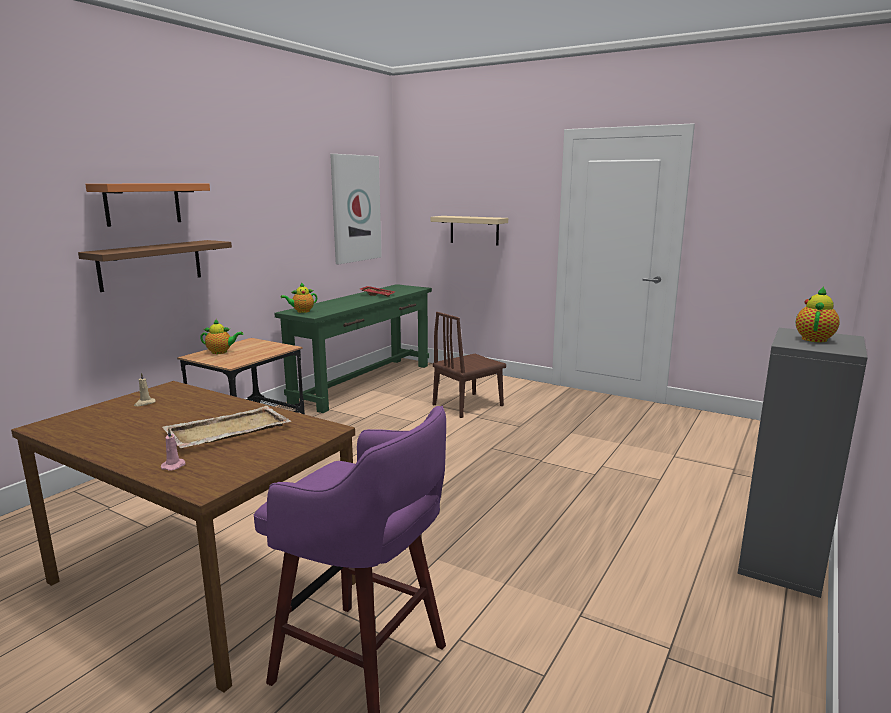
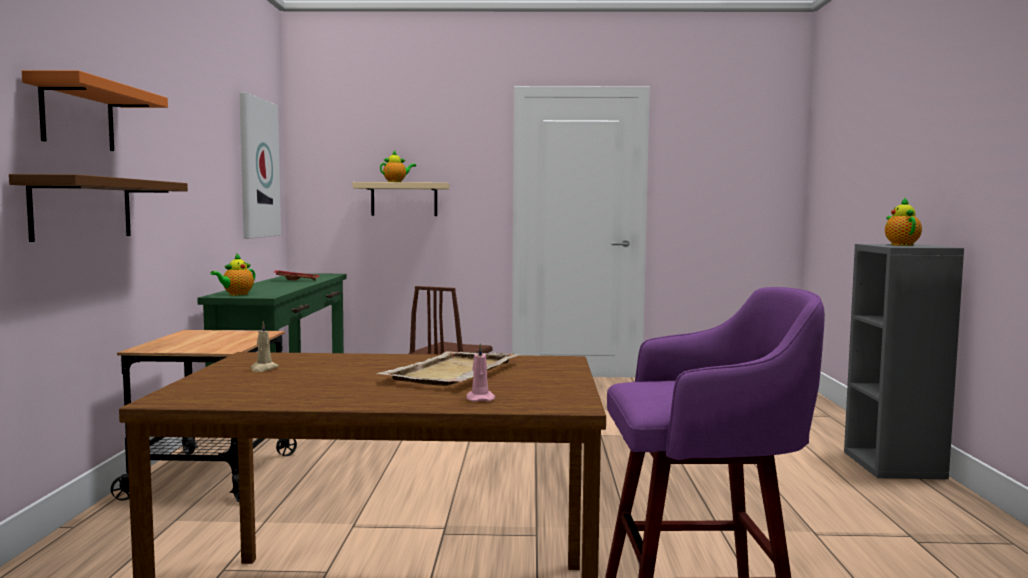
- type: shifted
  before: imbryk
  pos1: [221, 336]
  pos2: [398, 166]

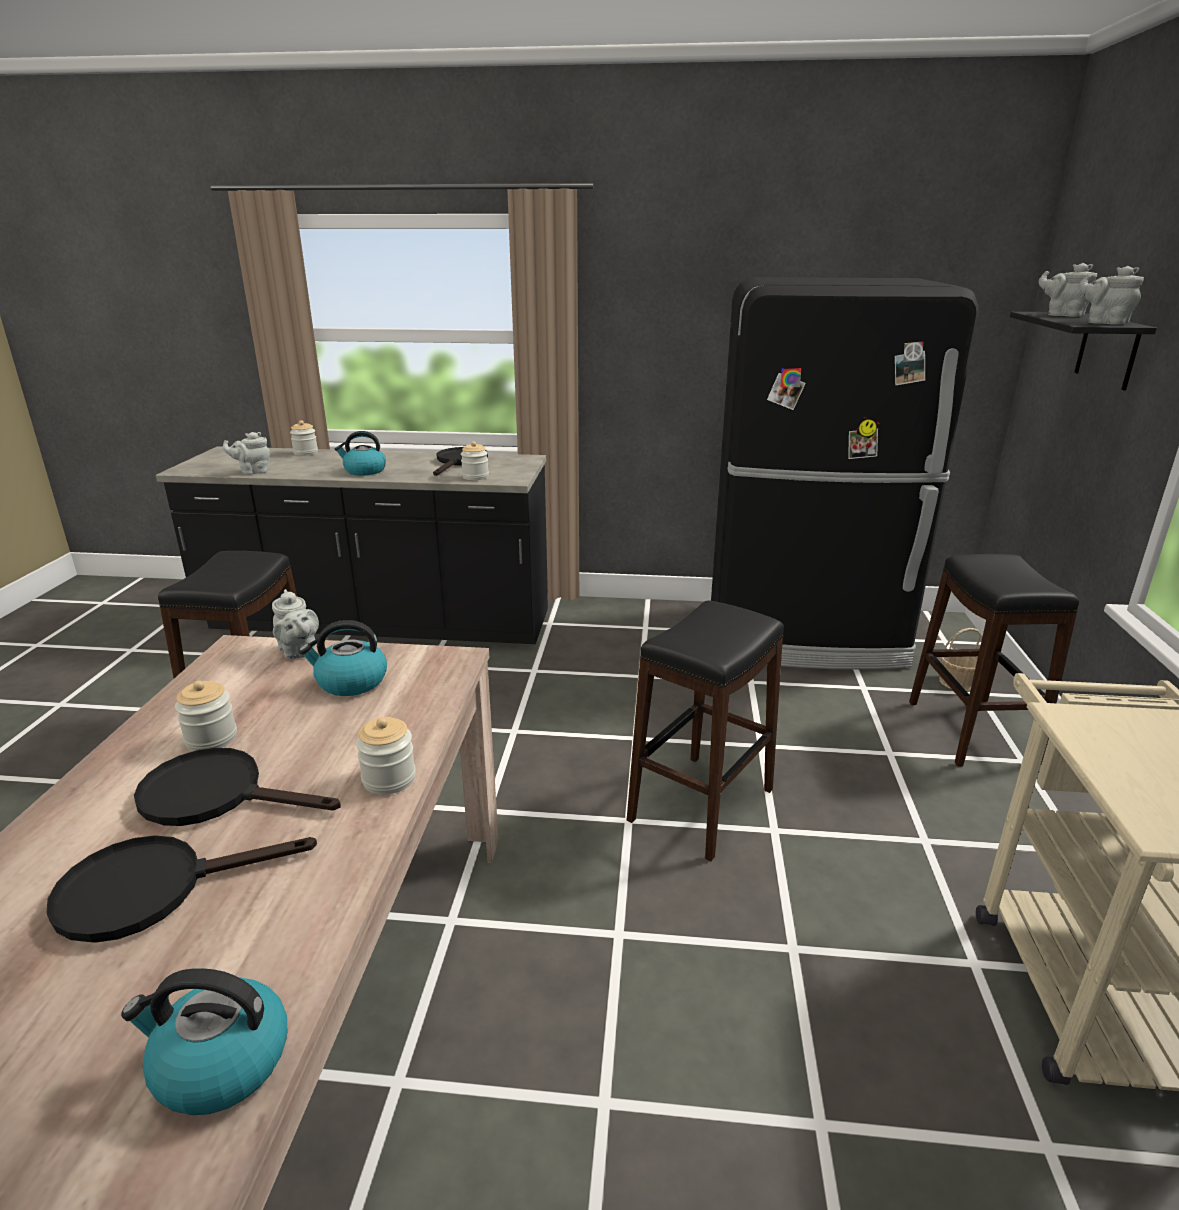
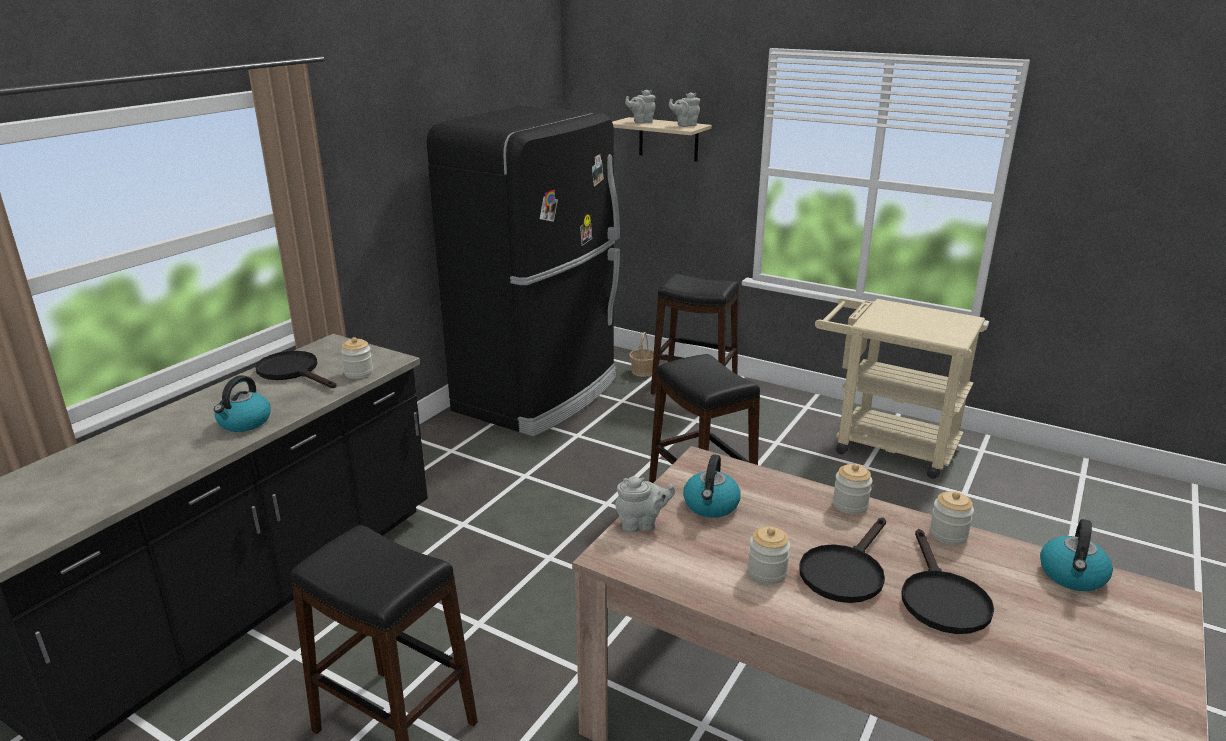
- type: repainted
  before: półka [czarny]
  after: półka [beżowy]
  pos1: [1083, 351]
  pos2: [662, 139]
- type: shifted
  before: słoik
  pos1: [304, 438]
  pos2: [951, 518]
- type: gone
  before: imbryk [szary]
  pos1: [246, 453]

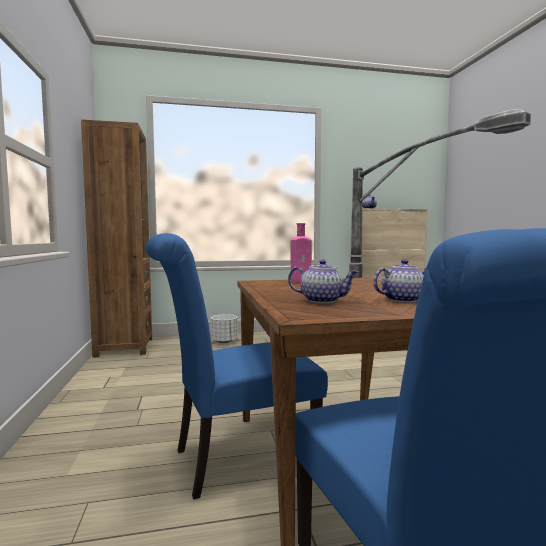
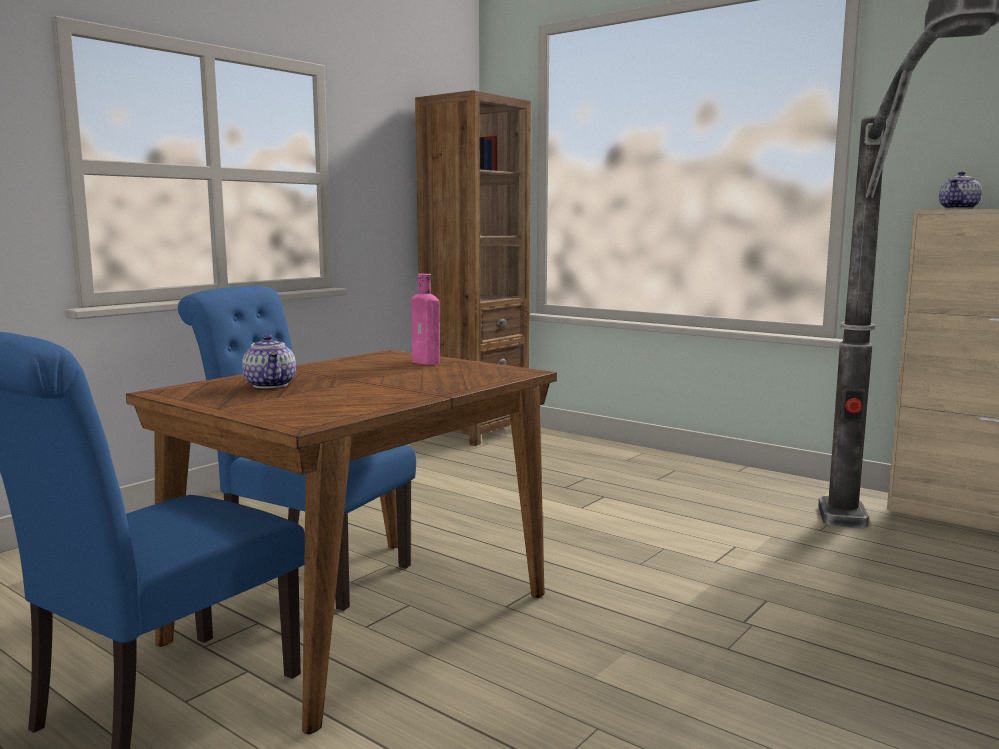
- type: gone
  before: donica [biały]
  pos1: [224, 328]
- type: gone
  before: imbryk
  pos1: [399, 281]

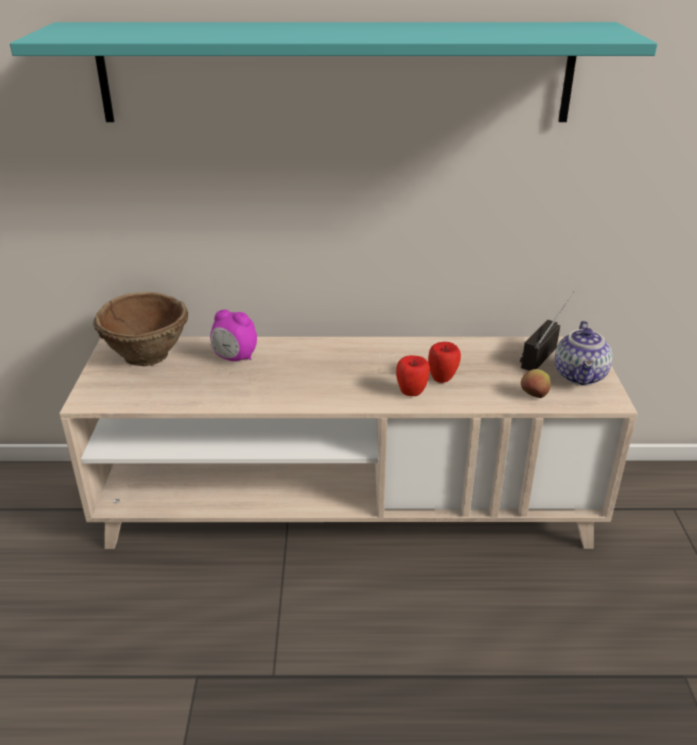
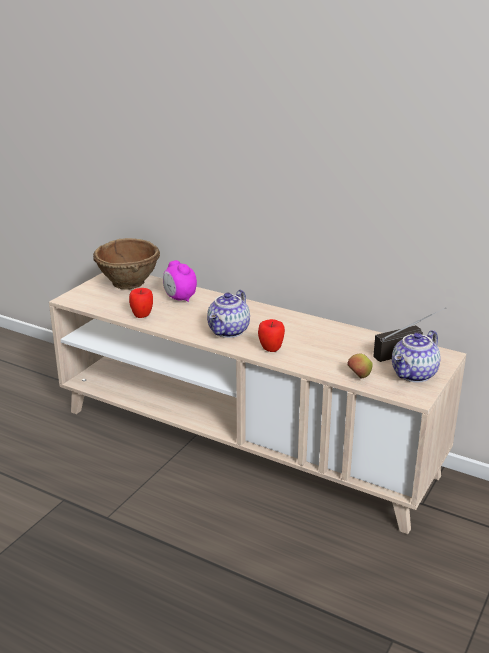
- type: shifted
  before: jabłko
  pos1: [444, 362]
  pos2: [141, 303]
- type: new
  after: imbryk
  pos2: [228, 314]
- type: gone
  before: półka [turkusowy]
  pos1: [333, 72]

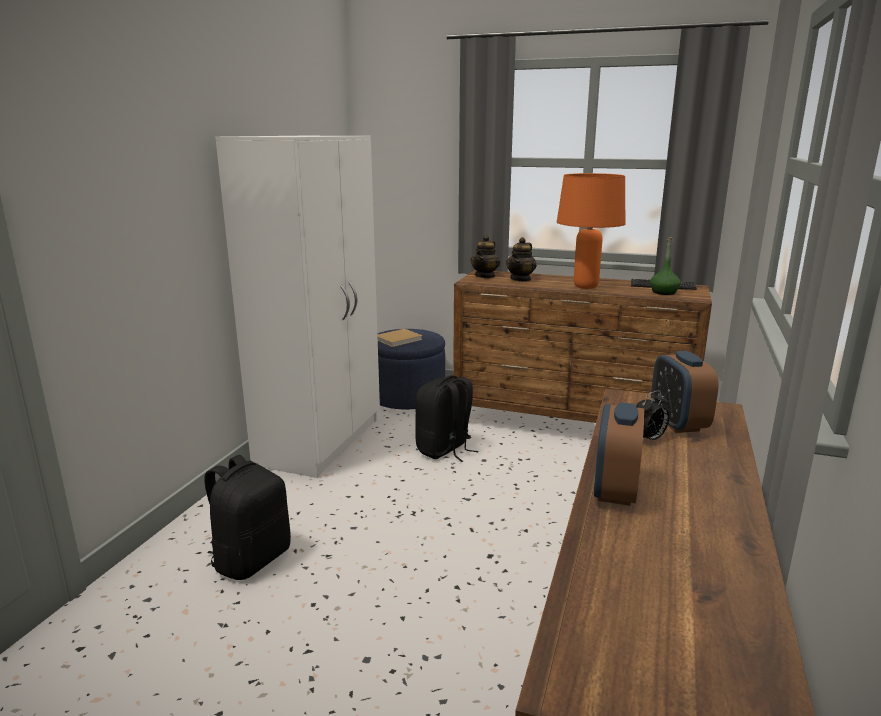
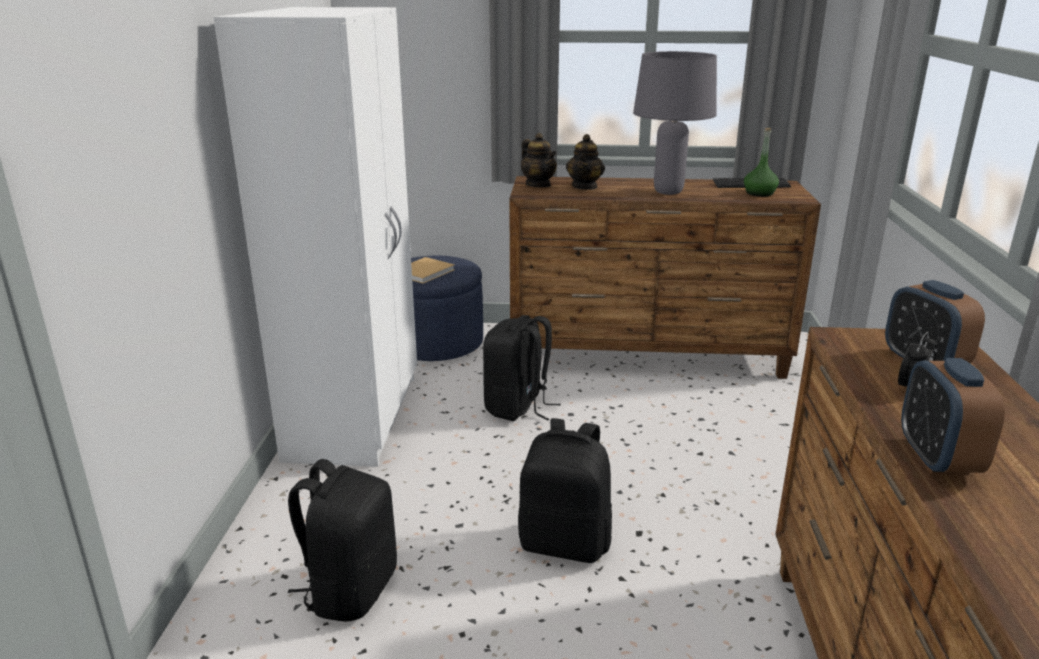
- type: new
  after: plecak [czarny]
  pos2: [565, 490]
- type: rotated
  before: imbryk
  pos1: [485, 256]
  pos2: [539, 160]
  turn: -45
- type: repainted
  before: lampa stołowa [pomarańczowy]
  after: lampa stołowa [szary]
  pos1: [591, 231]
  pos2: [675, 123]

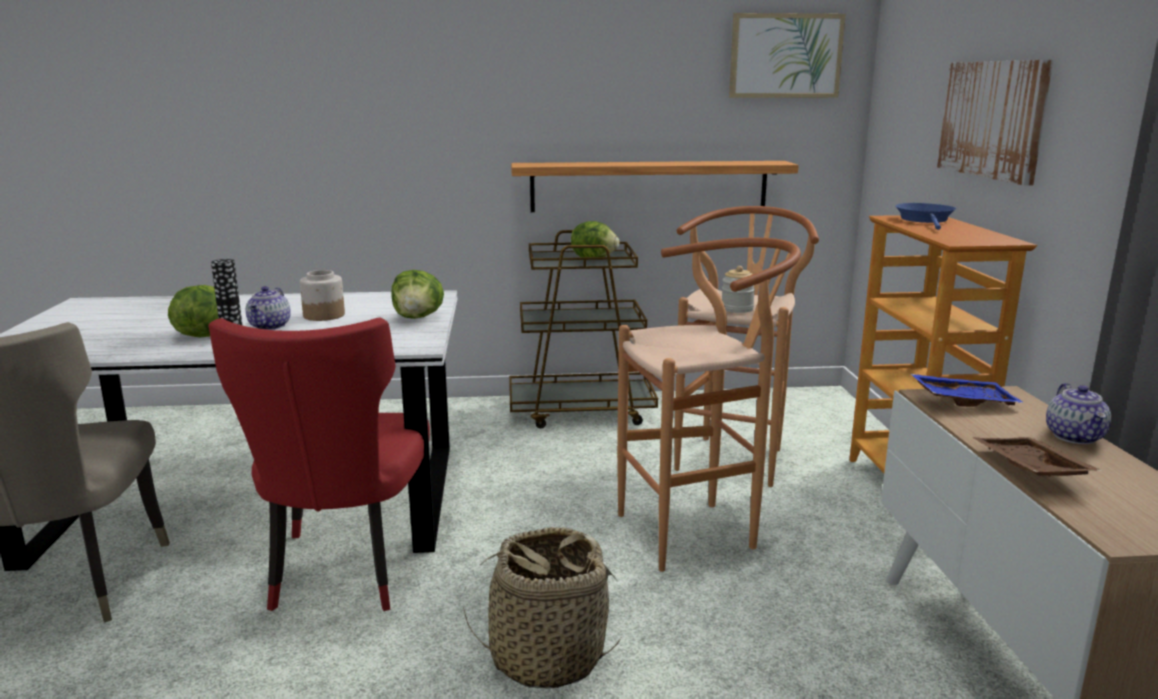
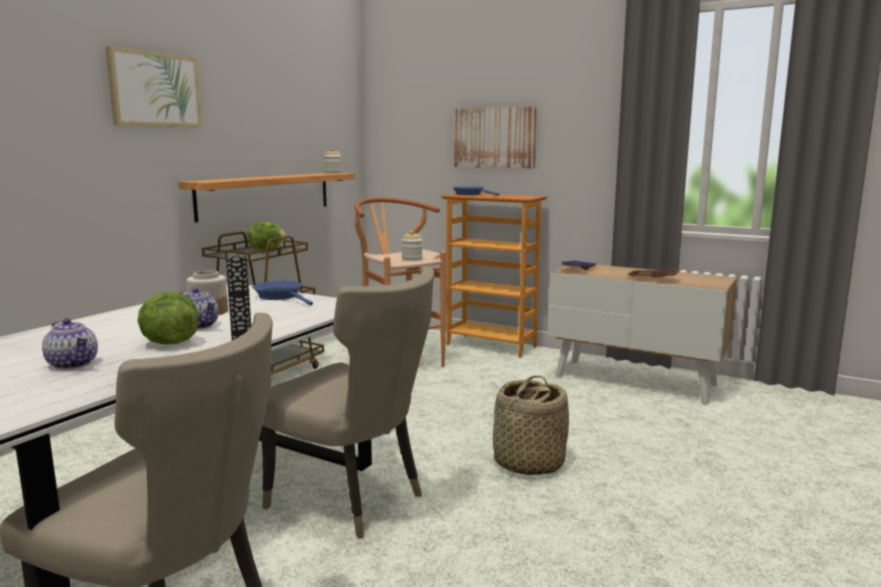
- type: shifted
  before: imbryk
  pos1: [1078, 413]
  pos2: [70, 343]
- type: shifted
  before: obraz
  pos1: [787, 55]
  pos2: [154, 86]
- type: swapped
  before: sałata
  after: patelnia [niebieski]
  pos1: [417, 294]
  pos2: [282, 293]
- type: repainted
  before: krzesło [czerwony]
  after: krzesło [beżowy]
  pos1: [319, 464]
  pos2: [348, 402]
- type: new
  after: słoik
  pos2: [332, 161]
- type: gone
  before: stołek [brązowy]
  pos1: [709, 405]

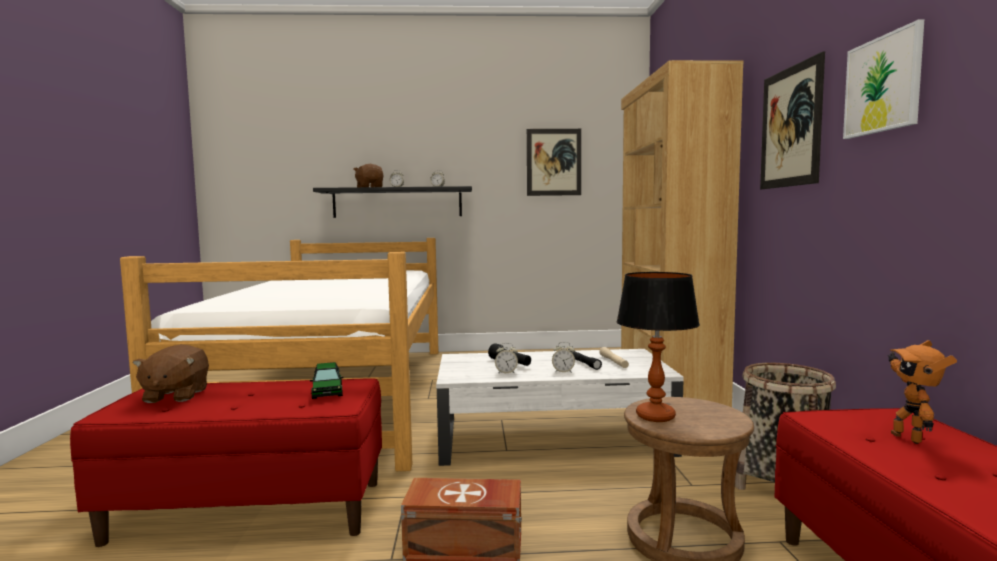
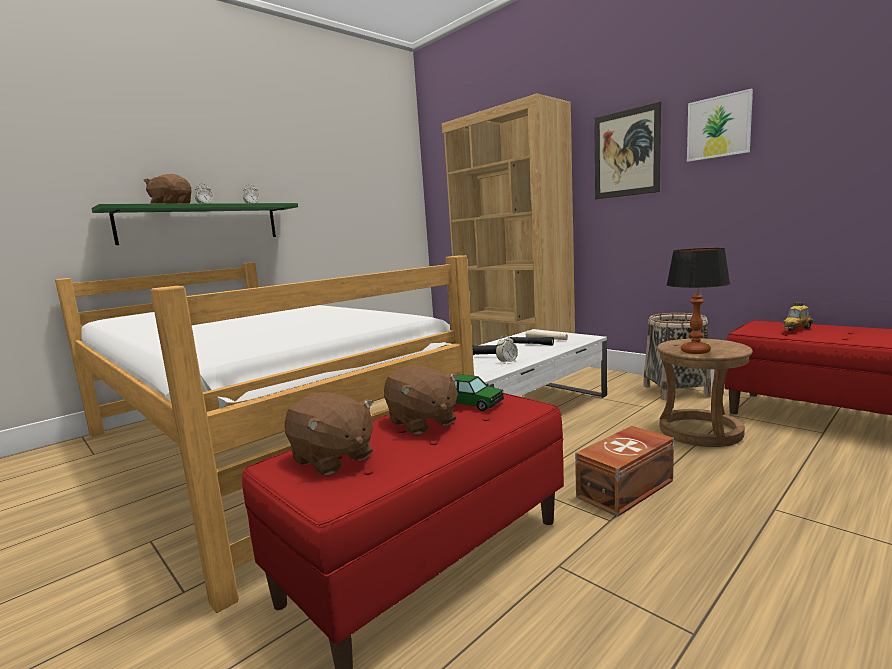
- type: repainted
  before: półka [czarny]
  after: półka [zielony]
  pos1: [392, 202]
  pos2: [194, 224]
- type: new
  after: pluszak [brązowy]
  pos2: [421, 399]
- type: swapped
  before: robot zabawkowy
  after: samochodzik
  pos1: [922, 392]
  pos2: [798, 316]
- type: gone
  before: obraz
  pos1: [554, 162]
- type: gone
  before: budzik
  pos1: [563, 357]

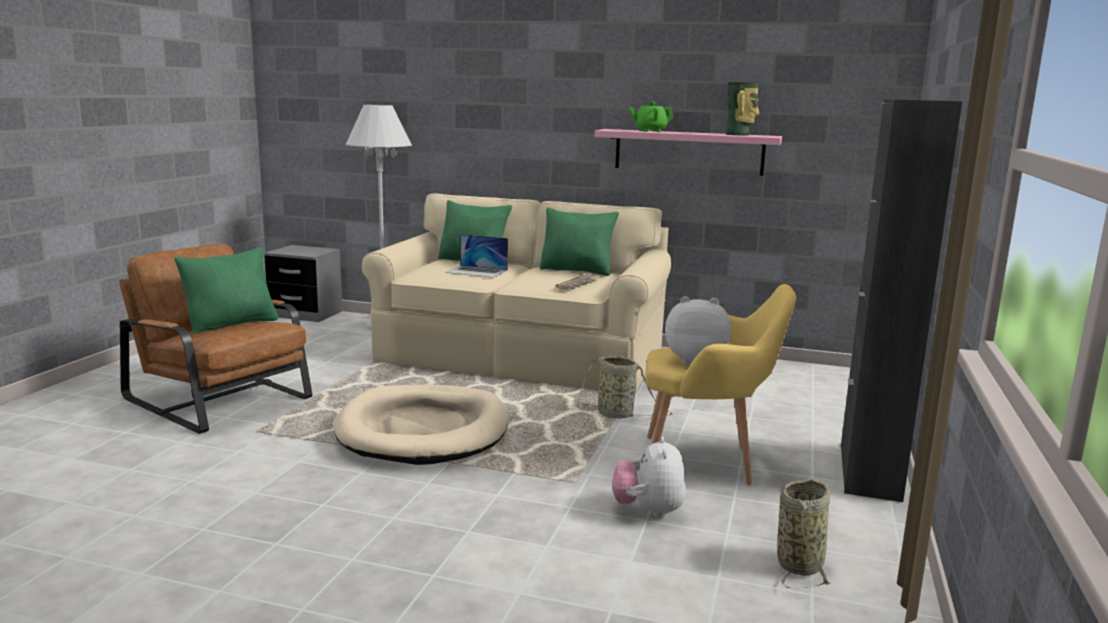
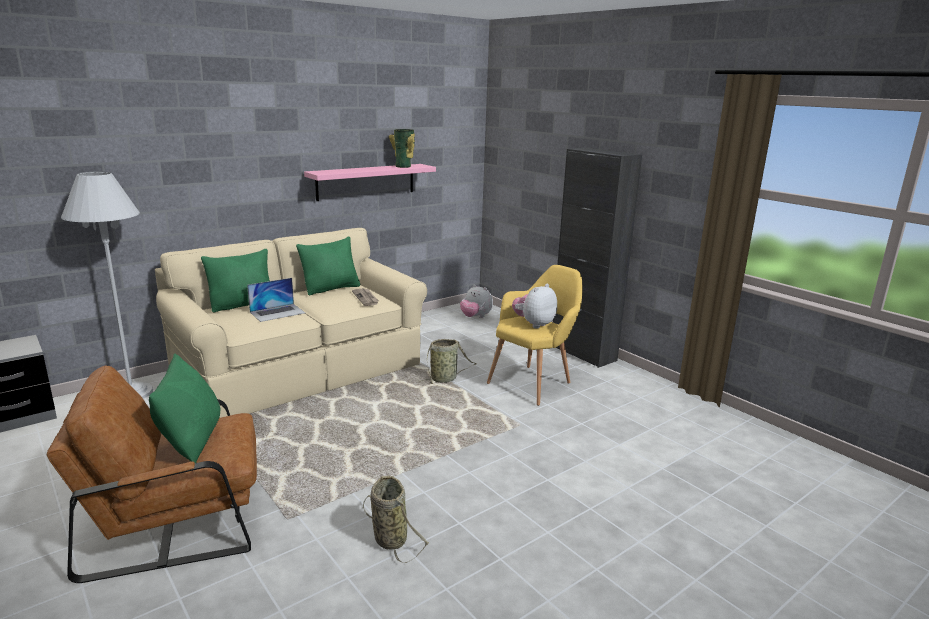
- type: shifted
  before: koszyk
  pos1: [803, 534]
  pos2: [396, 519]
- type: shifted
  before: pluszak
  pos1: [649, 478]
  pos2: [476, 301]
- type: gone
  before: legowisko [beżowy]
  pos1: [421, 425]
- type: gone
  before: imbryk [zielony]
  pos1: [651, 117]

